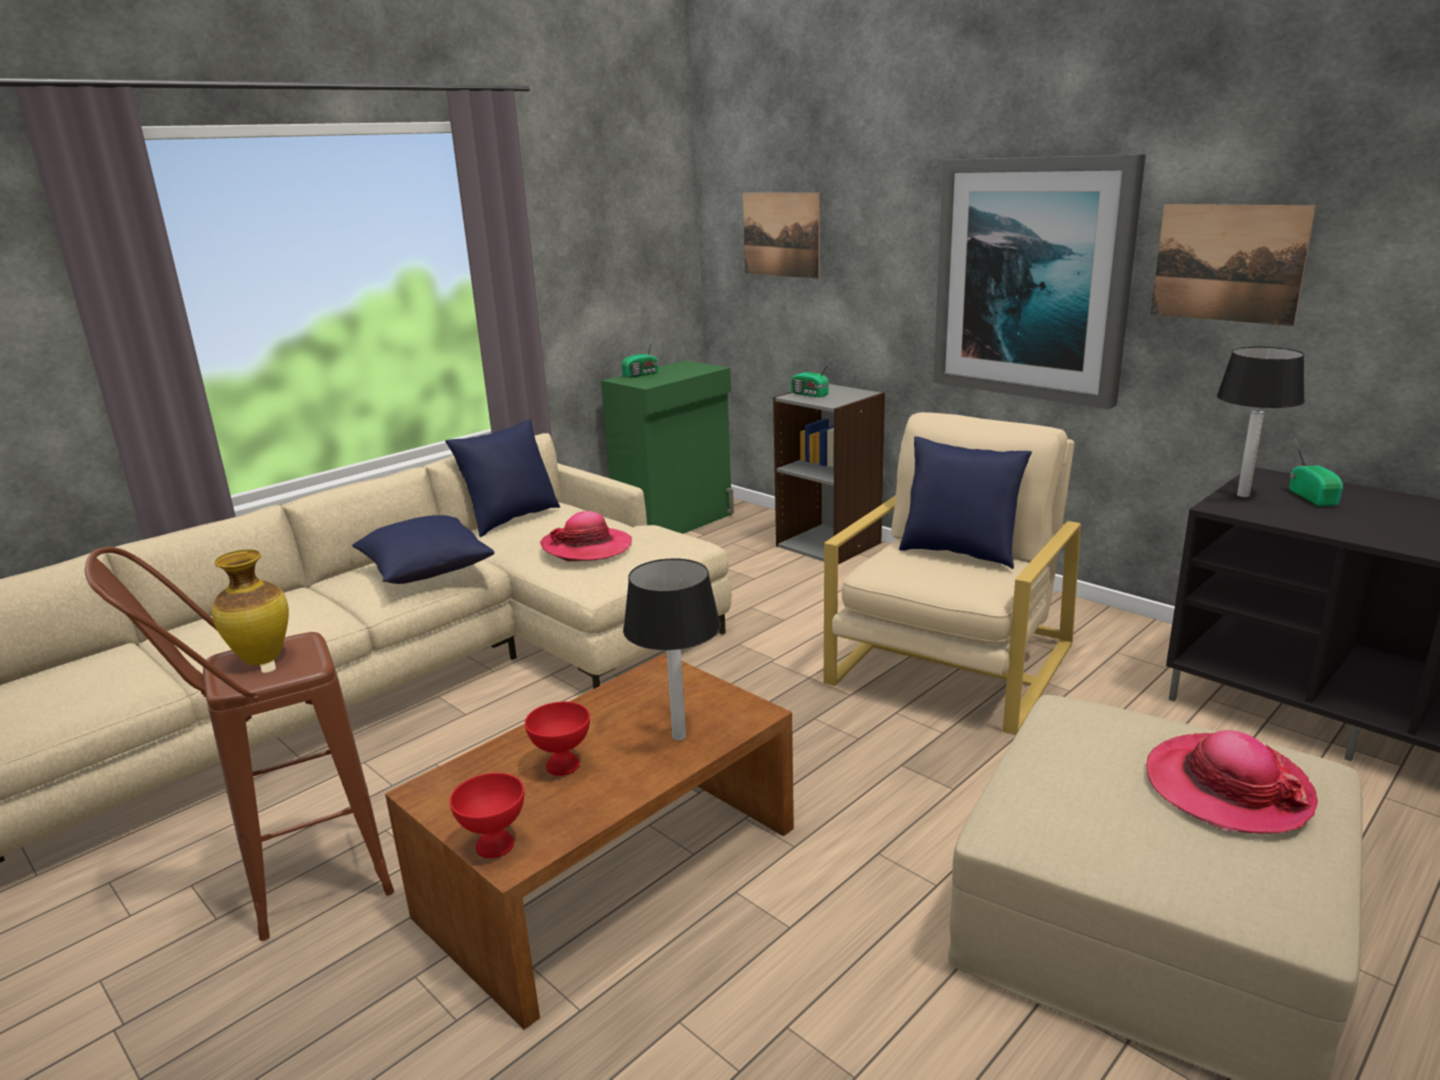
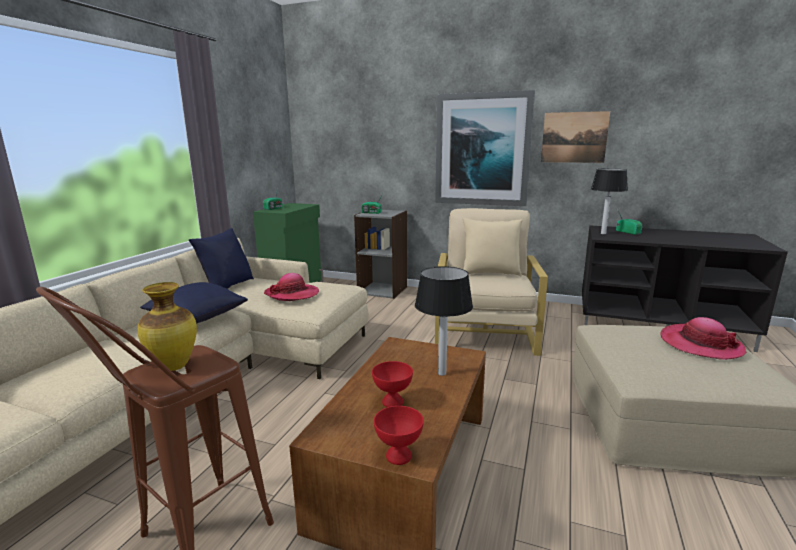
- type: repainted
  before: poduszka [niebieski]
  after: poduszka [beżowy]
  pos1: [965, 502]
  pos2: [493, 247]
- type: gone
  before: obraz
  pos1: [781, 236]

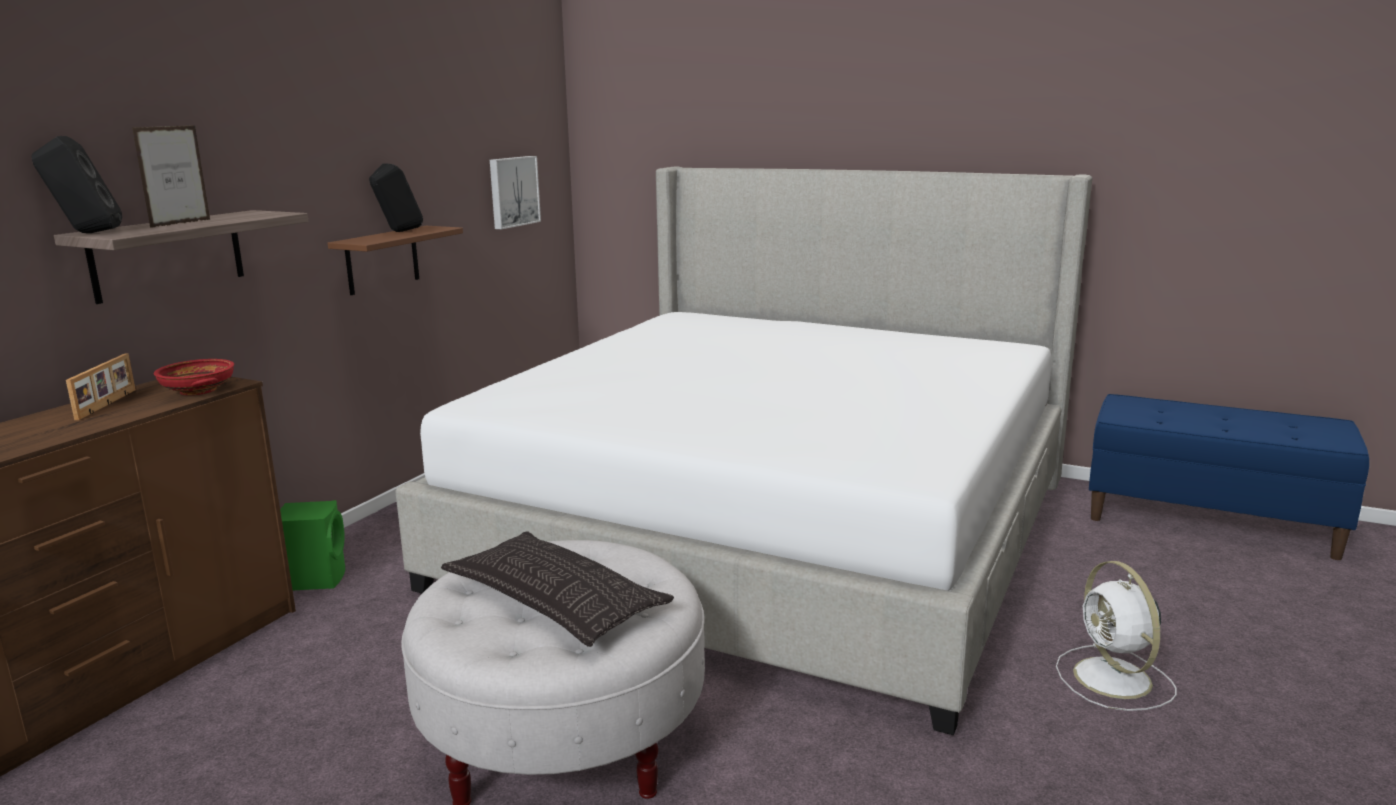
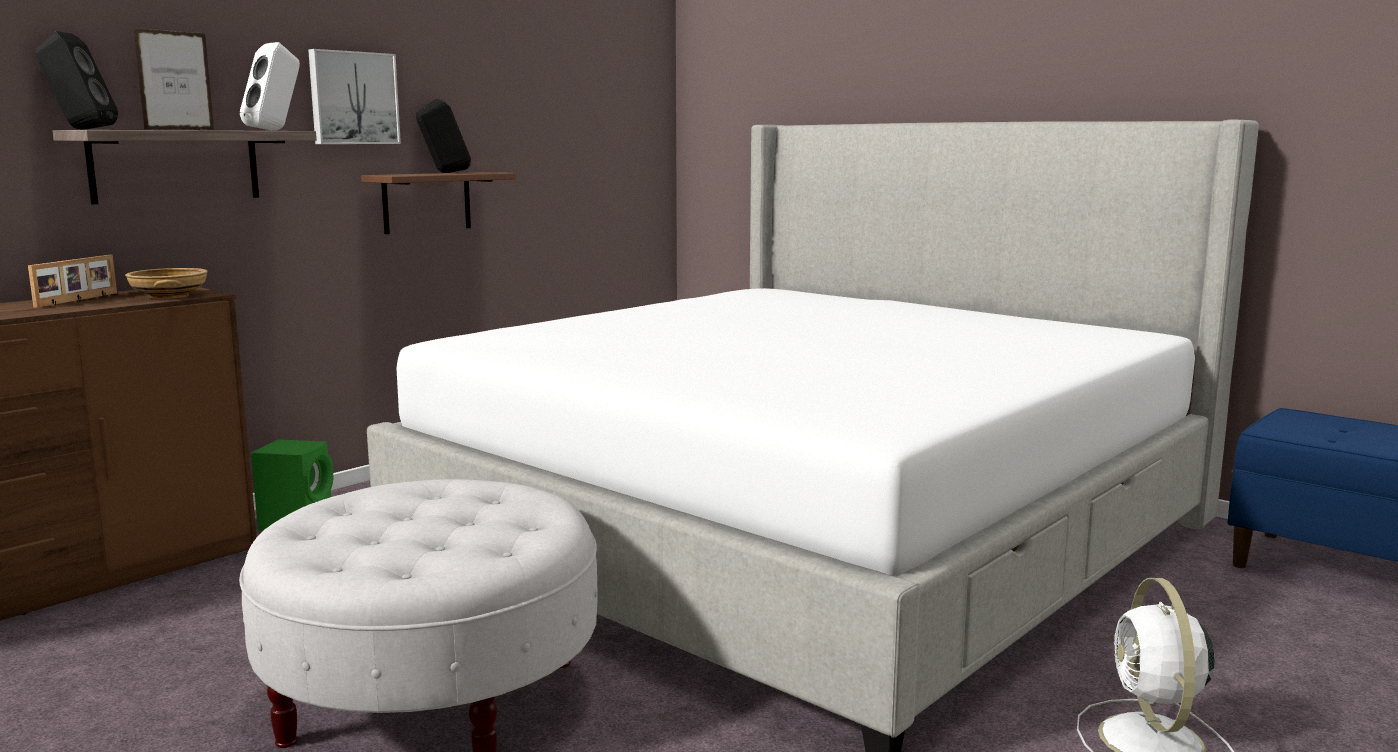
- type: repainted
  before: miska [czerwony]
  after: miska [beżowy]
  pos1: [194, 377]
  pos2: [166, 283]
- type: new
  after: głośnik [biały]
  pos2: [270, 86]
- type: shifted
  before: obraz
  pos1: [515, 192]
  pos2: [354, 96]
- type: gone
  before: poduszka
  pos1: [557, 589]

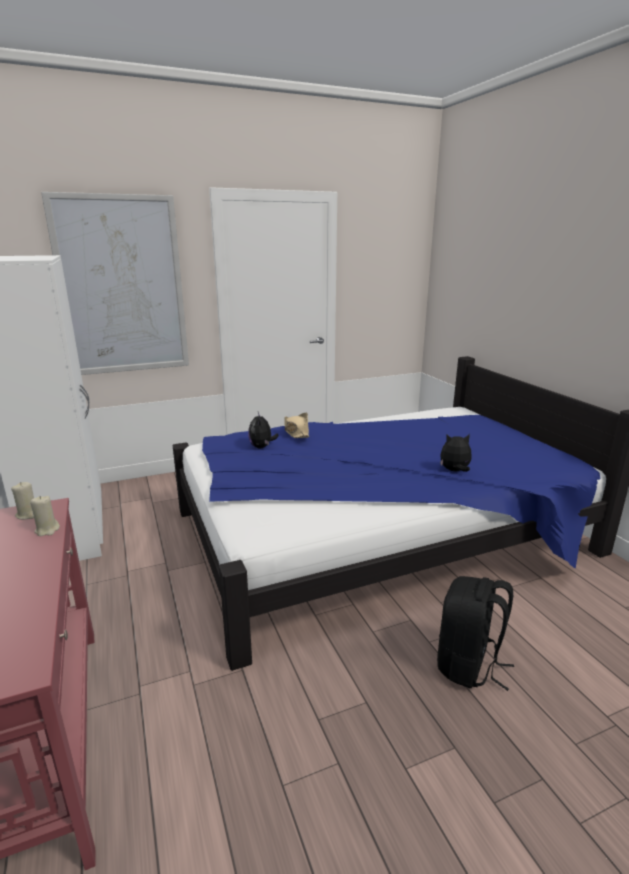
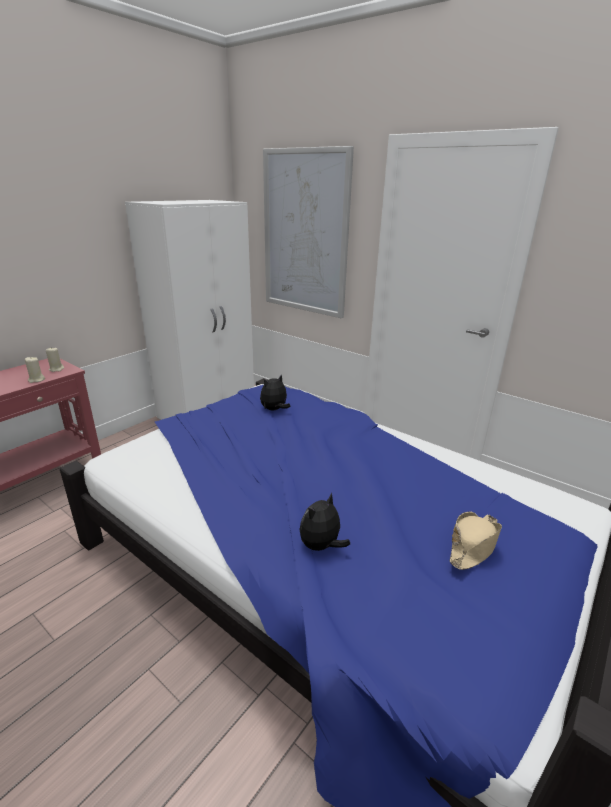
- type: rotated
  before: pluszak
  pos1: [456, 453]
  pos2: [325, 521]
  turn: -105
- type: shifted
  before: kapelusz [beżowy]
  pos1: [296, 425]
  pos2: [476, 541]
- type: gone
  before: plecak [czarny]
  pos1: [475, 633]

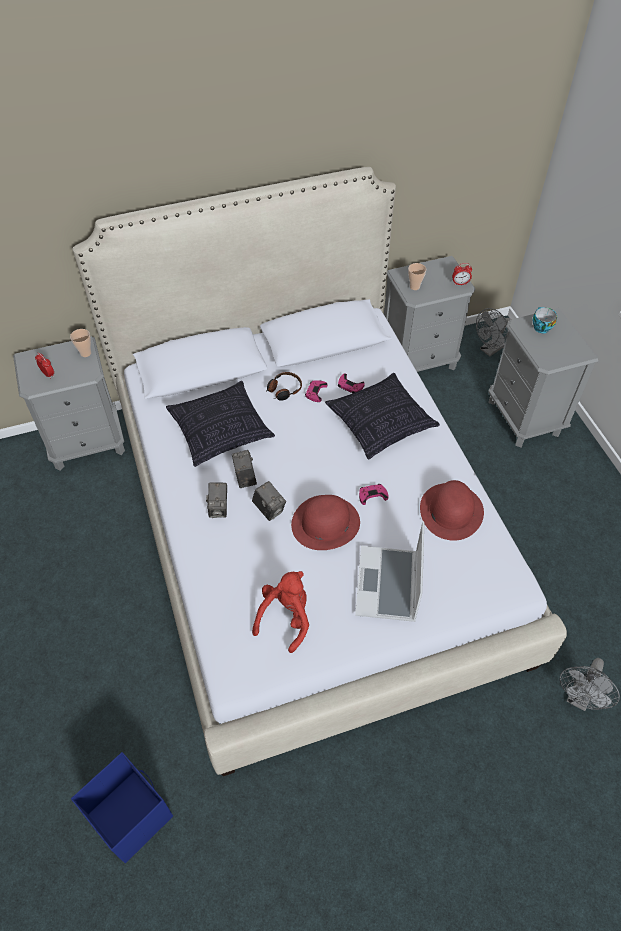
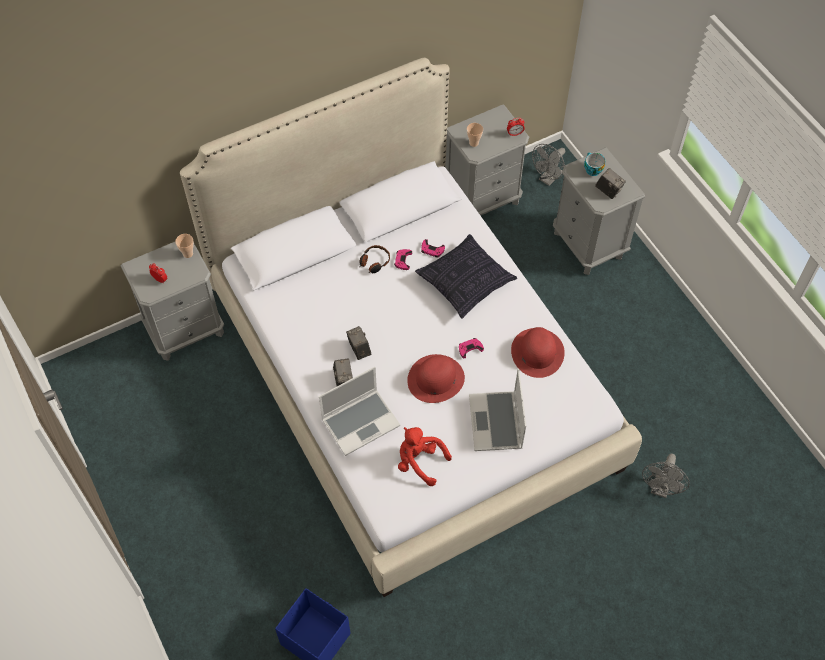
- type: new
  after: laptop
  pos2: [359, 411]
- type: rotated
  before: pluszak [czerwony]
  pos1: [280, 612]
  pos2: [425, 456]
  turn: -75
- type: shifted
  before: aparat fotograficzny
  pos1: [269, 501]
  pos2: [610, 183]
- type: gone
  before: poduszka
  pos1: [220, 424]

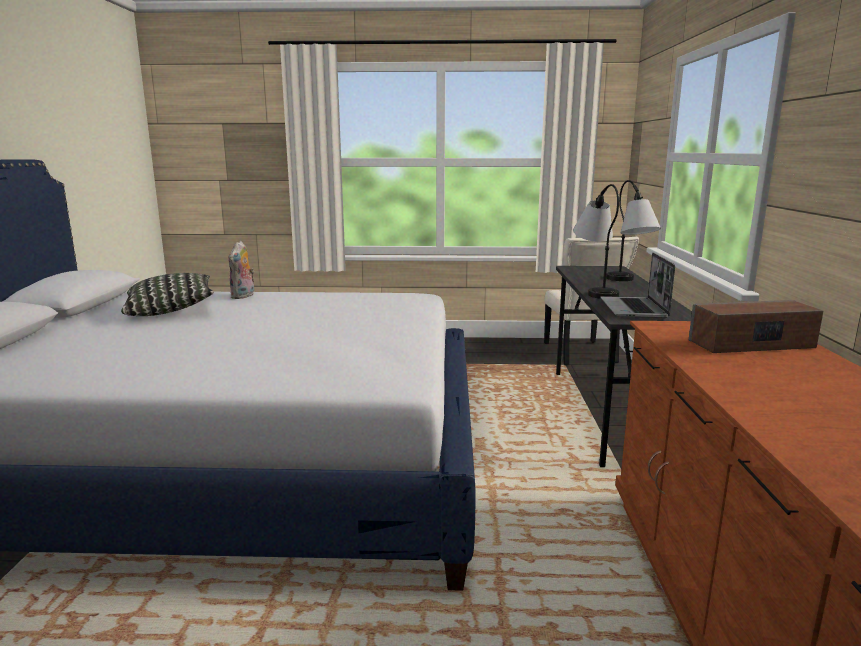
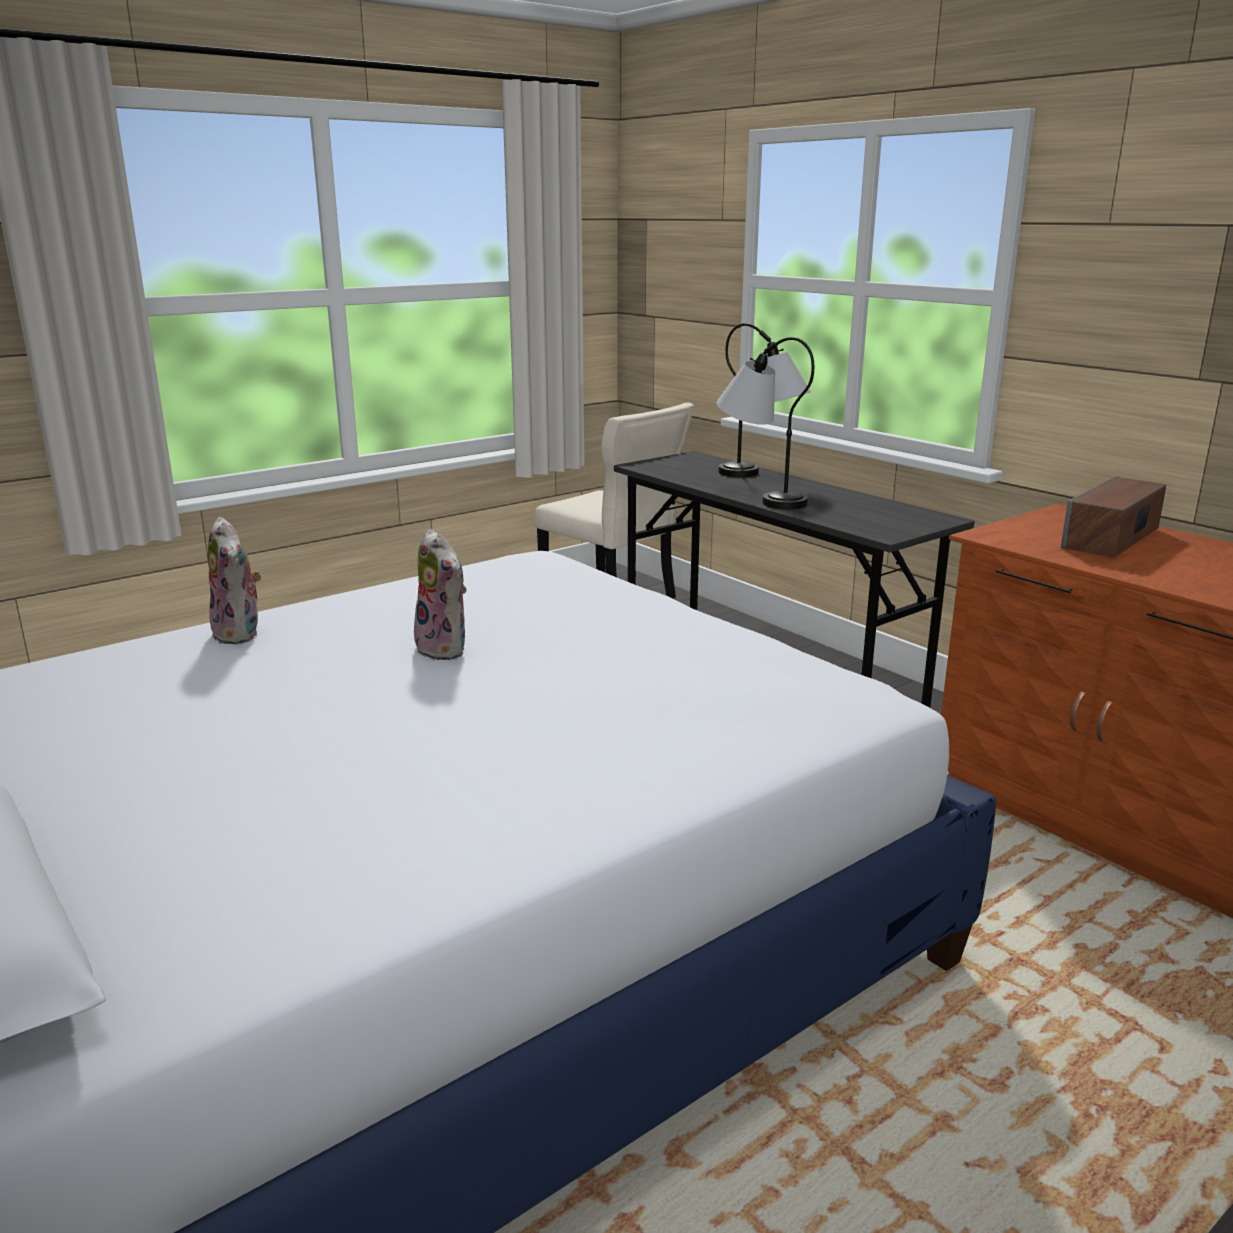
- type: new
  after: pluszak
  pos2: [440, 594]
- type: gone
  before: poduszka
  pos1: [167, 294]
- type: gone
  before: laptop
  pos1: [637, 285]

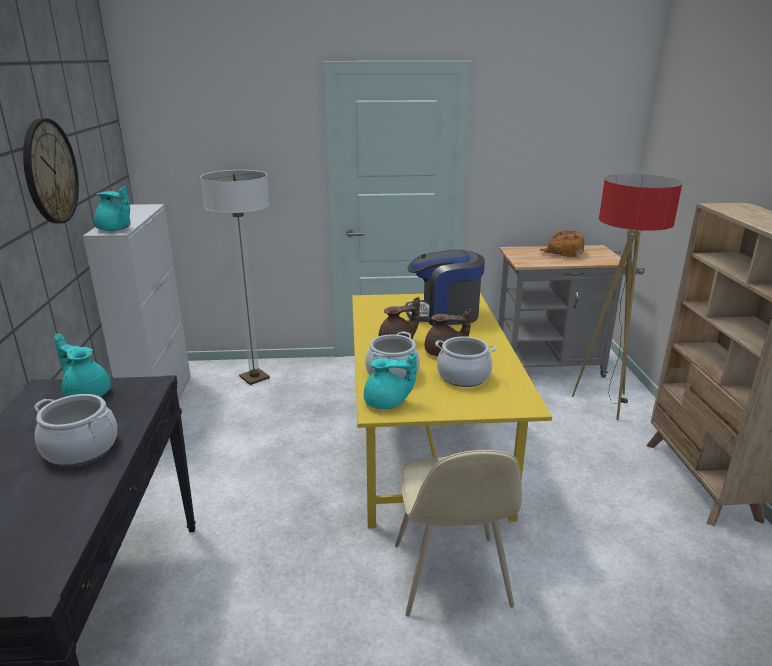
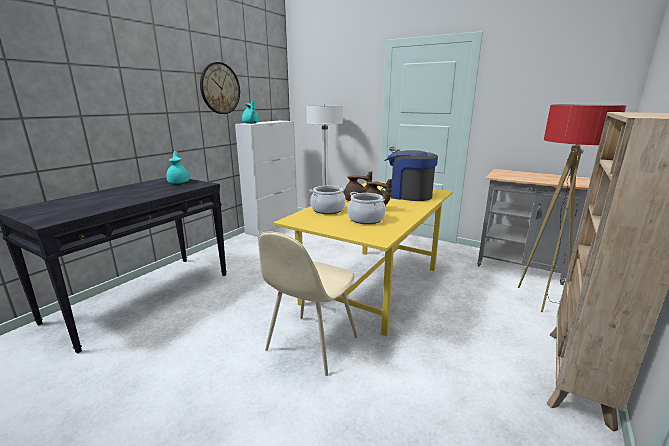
- type: gone
  before: garnek
  pos1: [75, 430]
- type: gone
  before: imbryk [turkusowy]
  pos1: [390, 380]
- type: gone
  before: chleb
  pos1: [562, 244]

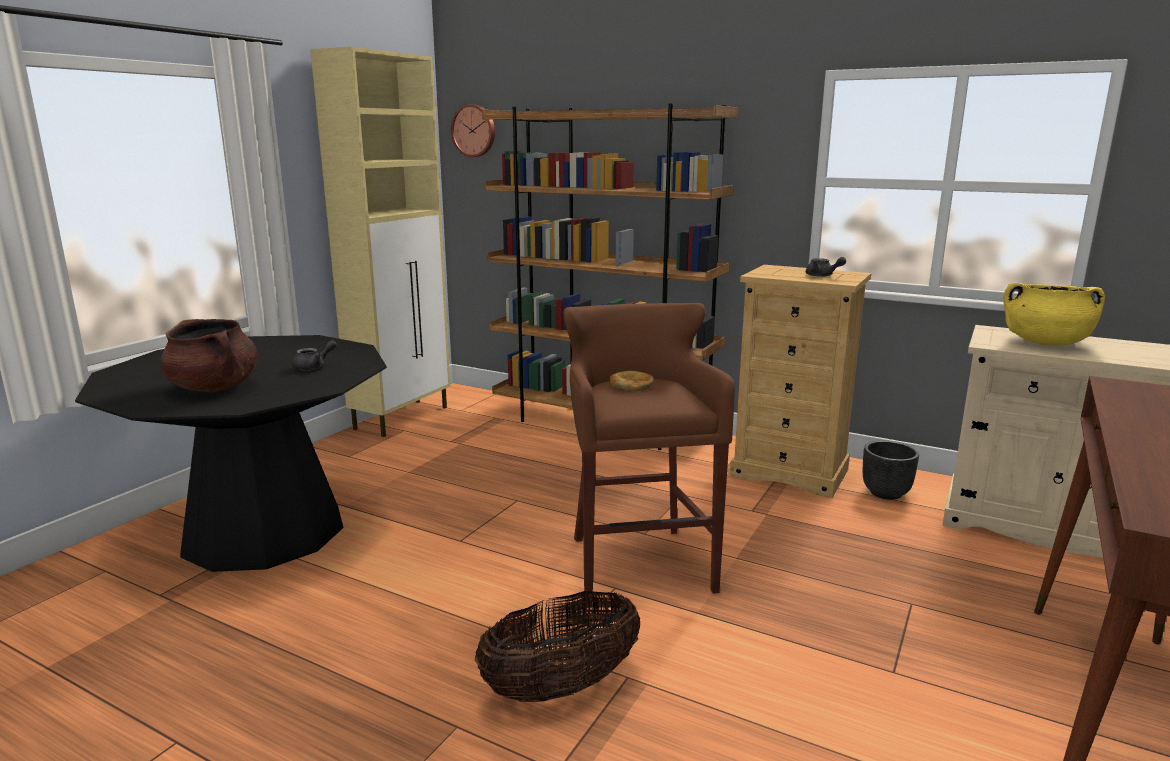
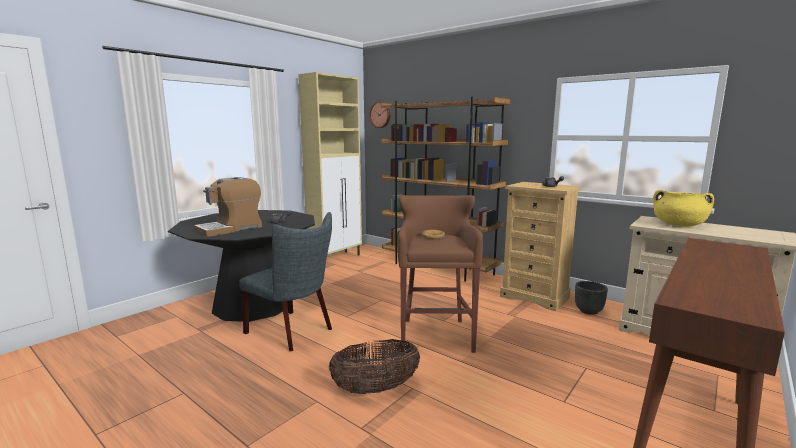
- type: swapped
  before: garnek [brązowy]
  after: ekspres do kawy
  pos1: [209, 355]
  pos2: [228, 207]
- type: new
  after: krzesło [szary]
  pos2: [285, 281]

